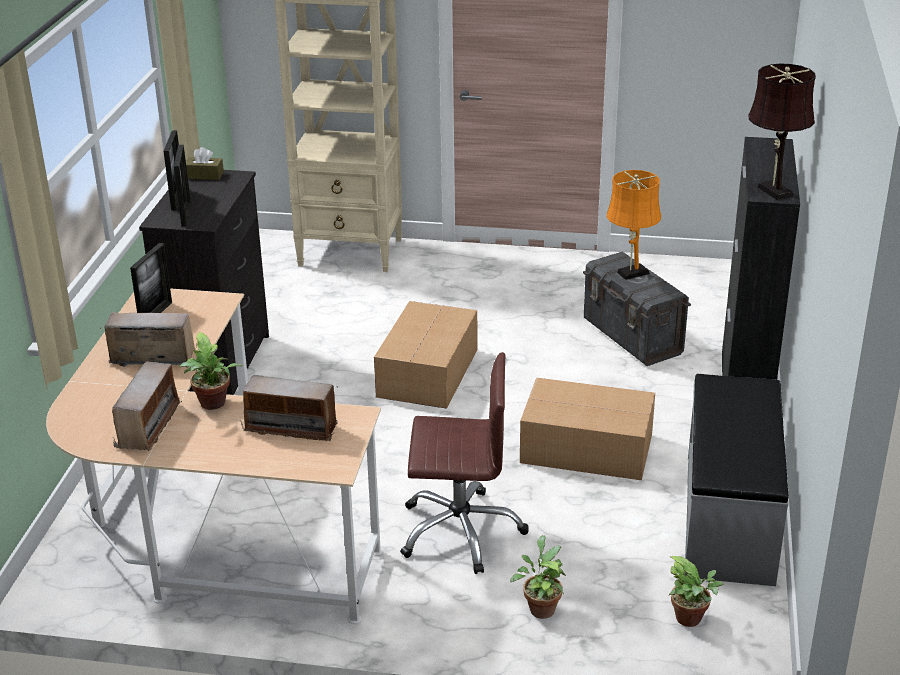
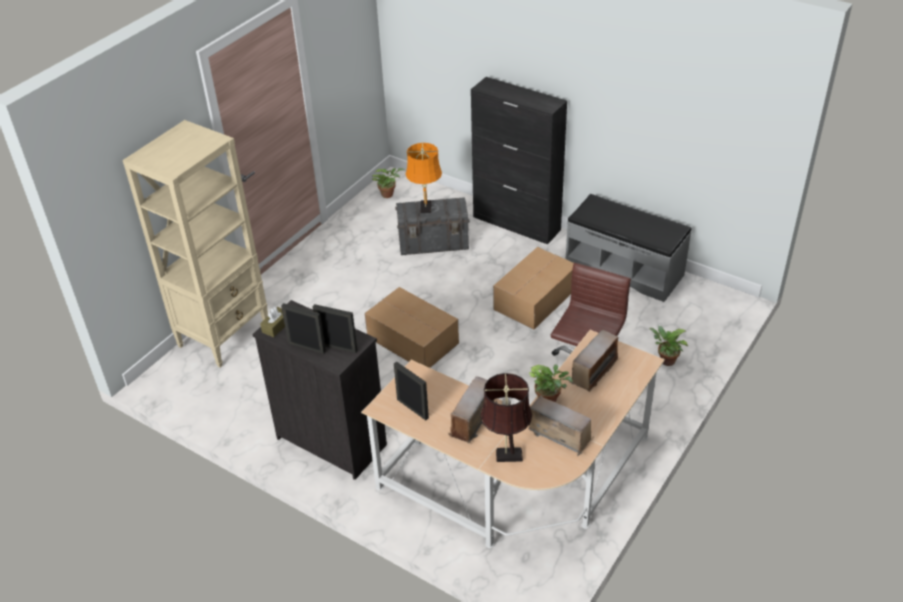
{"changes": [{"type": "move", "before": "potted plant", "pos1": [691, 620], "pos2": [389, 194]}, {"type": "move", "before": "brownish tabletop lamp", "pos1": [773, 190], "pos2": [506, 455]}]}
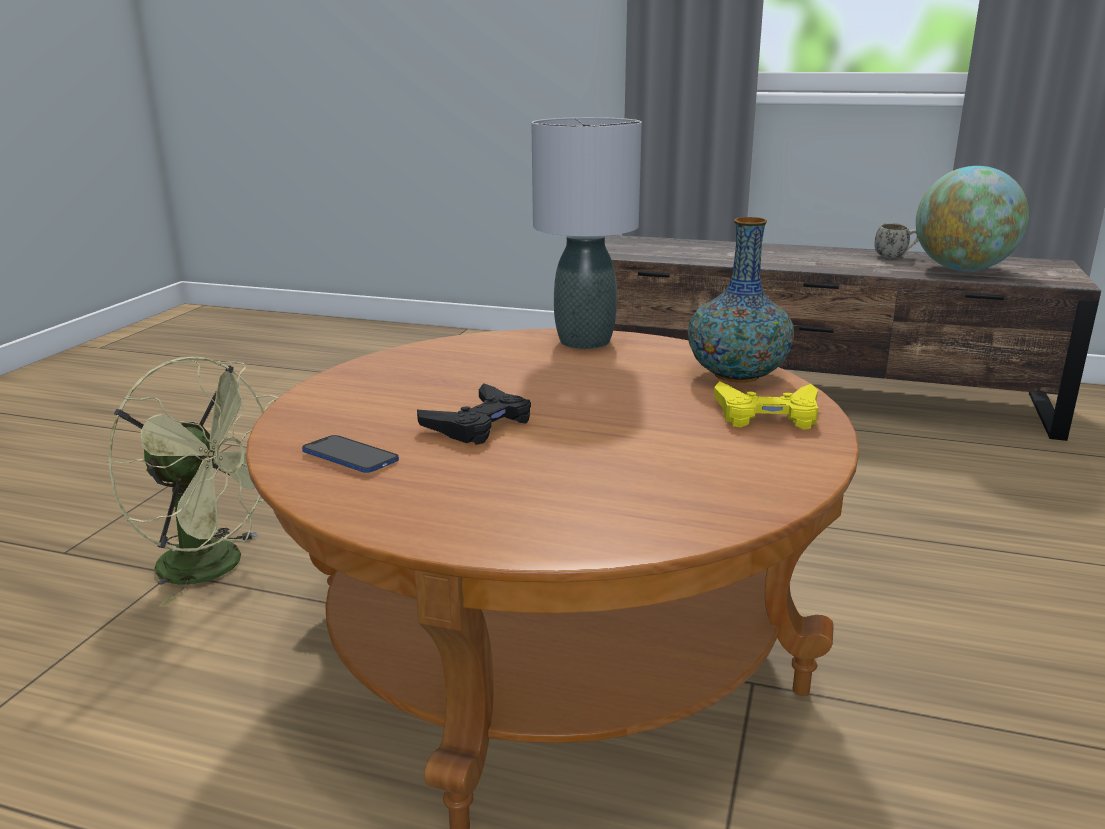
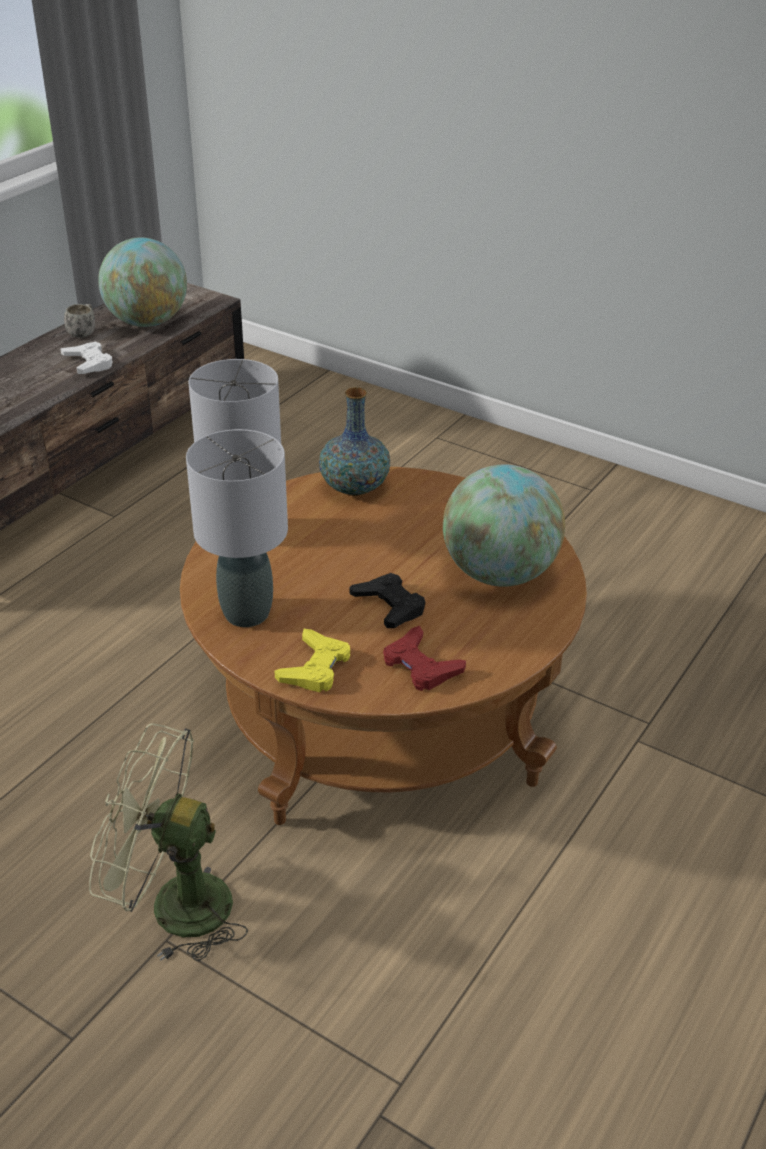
{"changes": [{"type": "insert", "after": "white game controller", "pos2": [88, 363]}, {"type": "insert", "after": "greyish tabletop lamp", "pos2": [246, 614]}, {"type": "insert", "after": "desk globe", "pos2": [499, 574]}, {"type": "move", "before": "yellow game controller", "pos1": [767, 415], "pos2": [315, 668]}, {"type": "replace", "before": "telephone", "after": "reddish game controller", "pos1": [350, 457], "pos2": [421, 666]}, {"type": "rotate", "before": "green fan", "pos1": [217, 567], "pos2": [173, 905], "turn": -120}]}
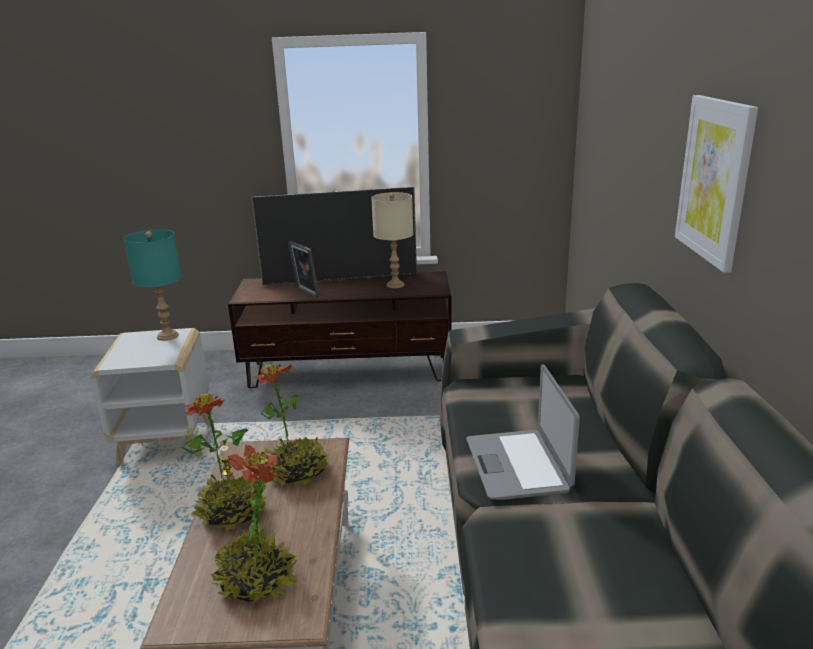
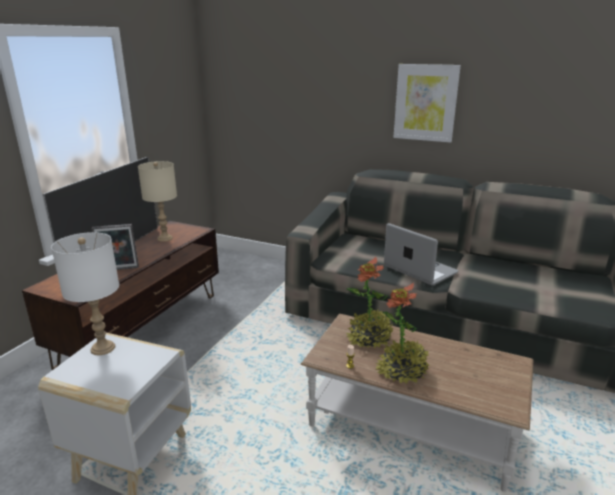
{"changes": [{"type": "delete", "before": "potted plant", "pos1": [256, 581]}, {"type": "recolor", "before": "turquoise-coloured tabletop lamp", "after": "white tabletop lamp", "pos1": [167, 336], "pos2": [103, 348]}, {"type": "rotate", "before": "notebook computer", "pos1": [518, 465], "pos2": [420, 270], "turn": -150}]}
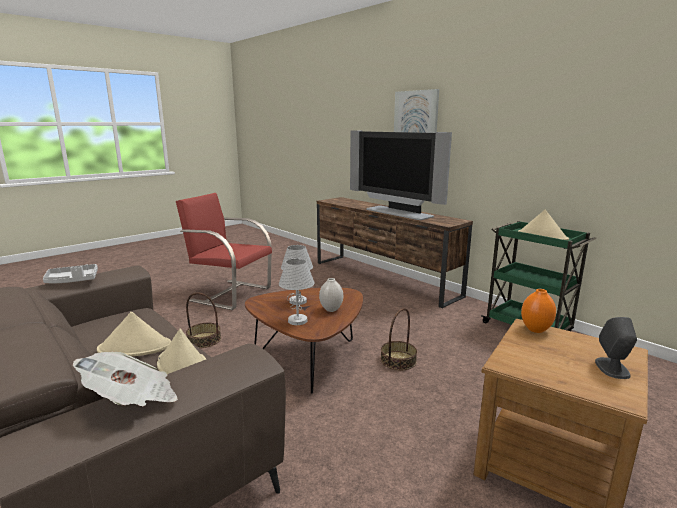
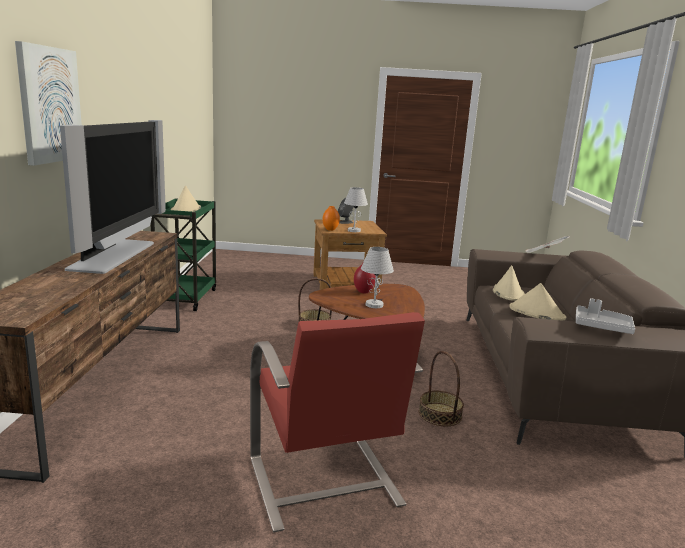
{"changes": [{"type": "move", "before": "white tabletop lamp", "pos1": [297, 320], "pos2": [354, 230]}, {"type": "recolor", "before": "white vase", "after": "reddish vase", "pos1": [331, 309], "pos2": [364, 292]}]}
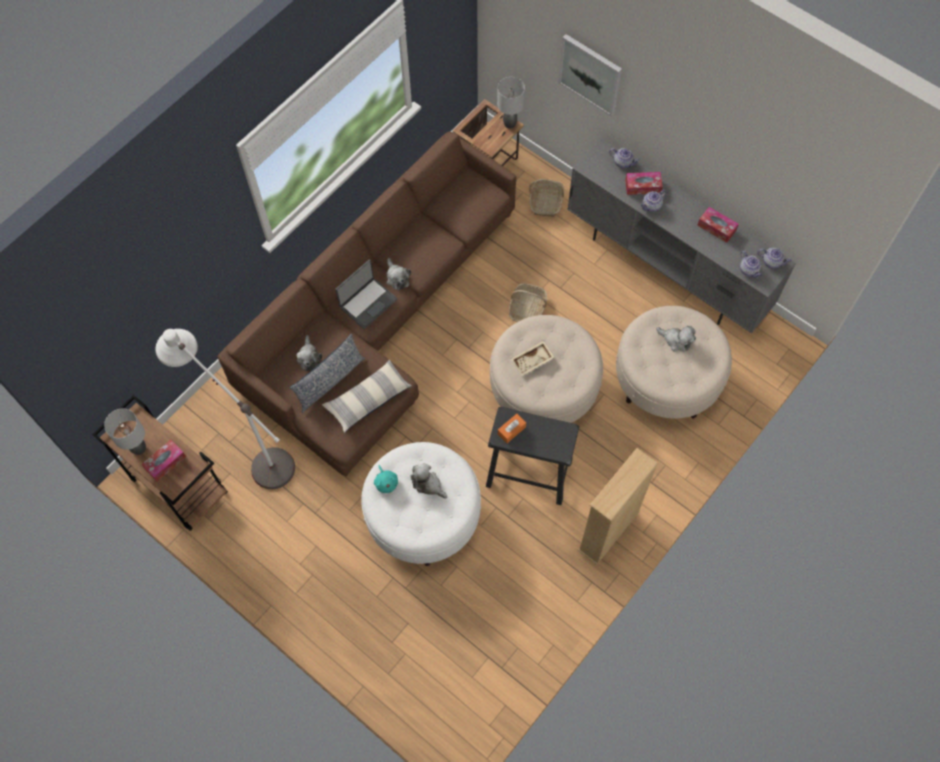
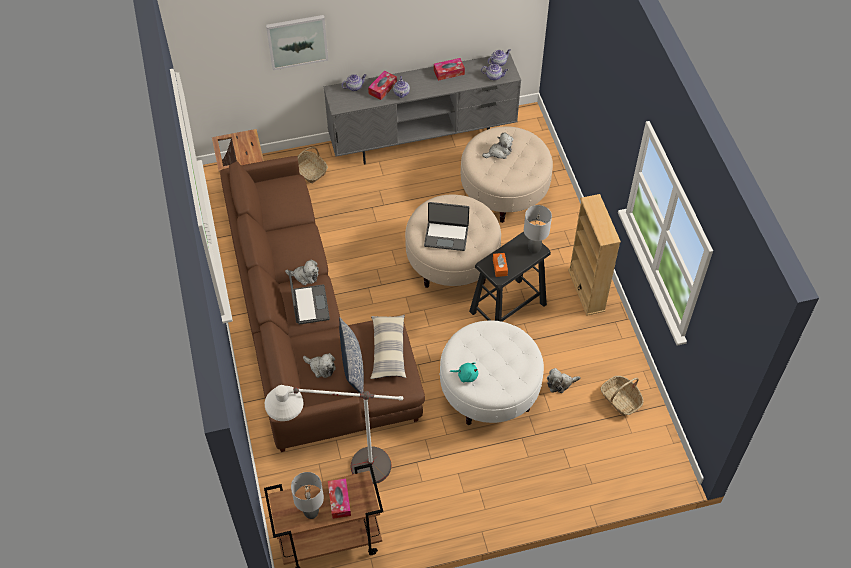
{"changes": [{"type": "move", "before": "plush toy", "pos1": [428, 484], "pos2": [560, 383]}, {"type": "move", "before": "greyish tabletop lamp", "pos1": [509, 123], "pos2": [533, 249]}, {"type": "move", "before": "household basket", "pos1": [527, 309], "pos2": [620, 399]}, {"type": "replace", "before": "sand-coloured tray", "after": "notebook computer", "pos1": [532, 361], "pos2": [446, 236]}]}
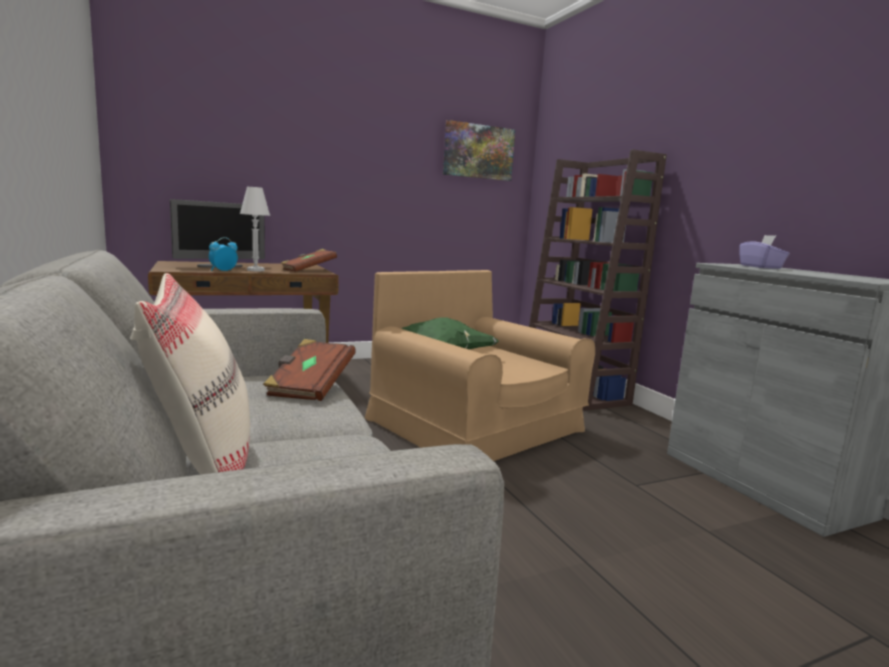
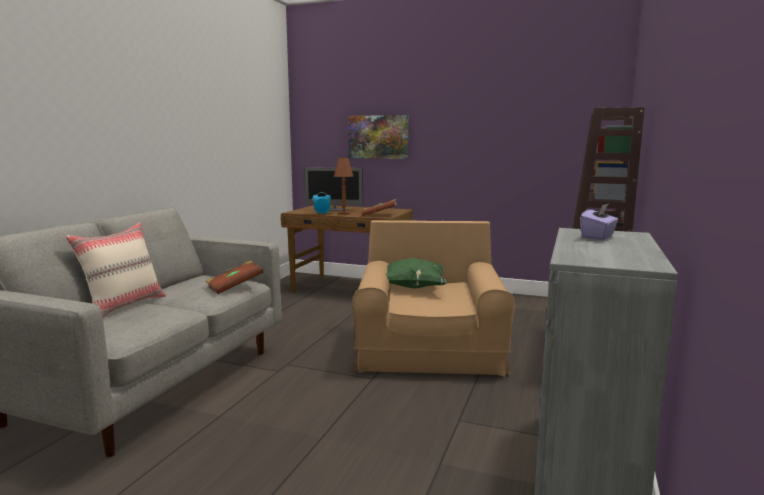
{"changes": [{"type": "move", "before": "picture", "pos1": [478, 151], "pos2": [378, 137]}, {"type": "recolor", "before": "white tabletop lamp", "after": "brownish tabletop lamp", "pos1": [255, 270], "pos2": [344, 214]}]}
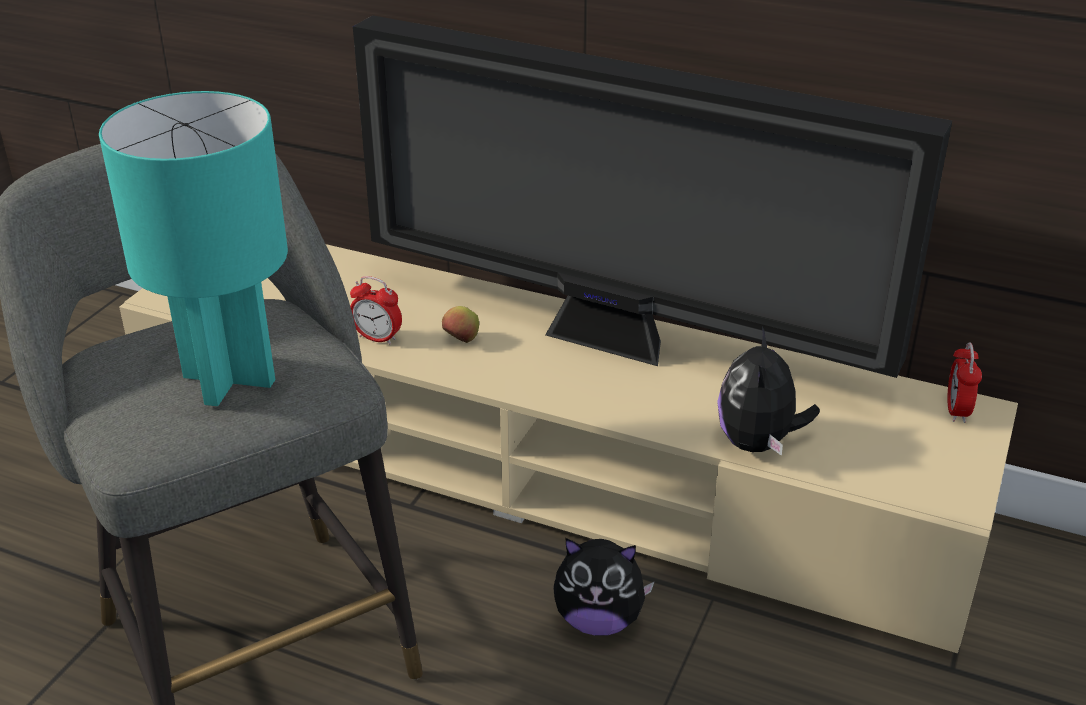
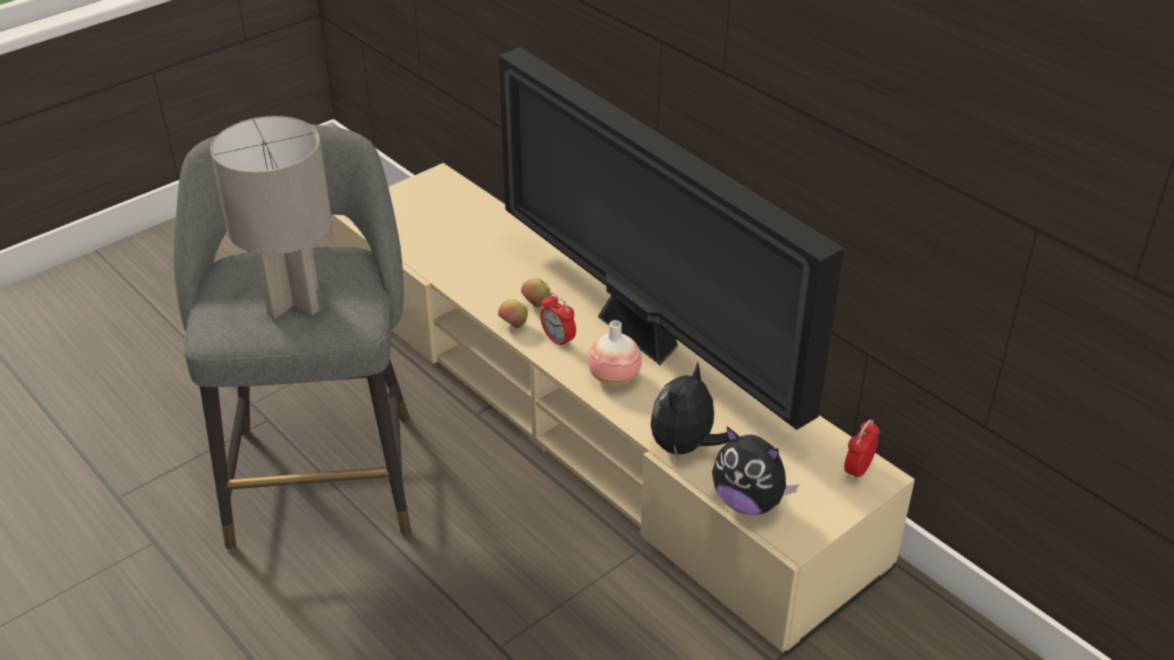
{"changes": [{"type": "insert", "after": "apple fruit", "pos2": [513, 325]}, {"type": "insert", "after": "vase", "pos2": [614, 377]}, {"type": "move", "before": "table clock", "pos1": [377, 338], "pos2": [558, 340]}, {"type": "move", "before": "plush toy", "pos1": [598, 620], "pos2": [748, 502]}, {"type": "recolor", "before": "turquoise-coloured tabletop lamp", "after": "greyish tabletop lamp", "pos1": [227, 379], "pos2": [292, 302]}]}
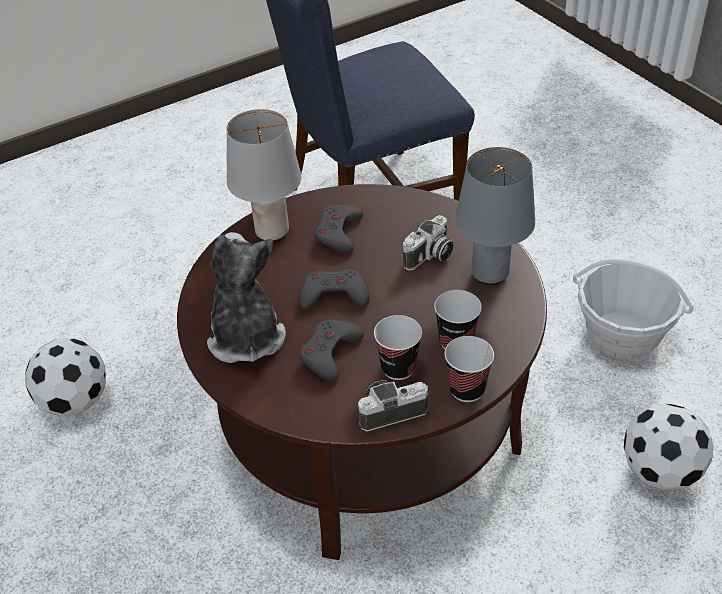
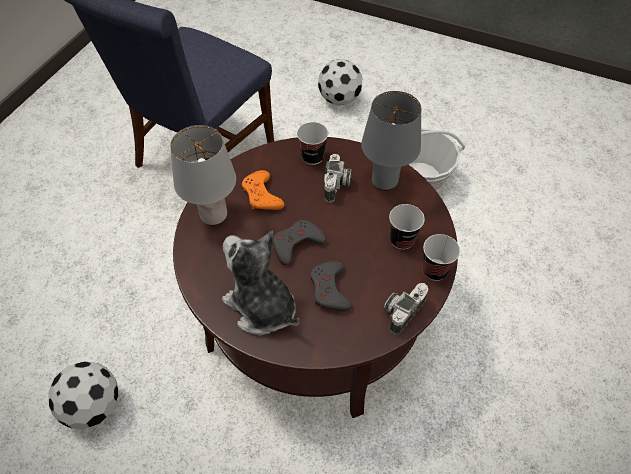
{"changes": [{"type": "move", "before": "small cup", "pos1": [398, 368], "pos2": [312, 157]}, {"type": "move", "before": "football ball", "pos1": [660, 470], "pos2": [339, 99]}, {"type": "recolor", "before": "greyish game controller", "after": "orange game controller", "pos1": [338, 233], "pos2": [262, 195]}]}
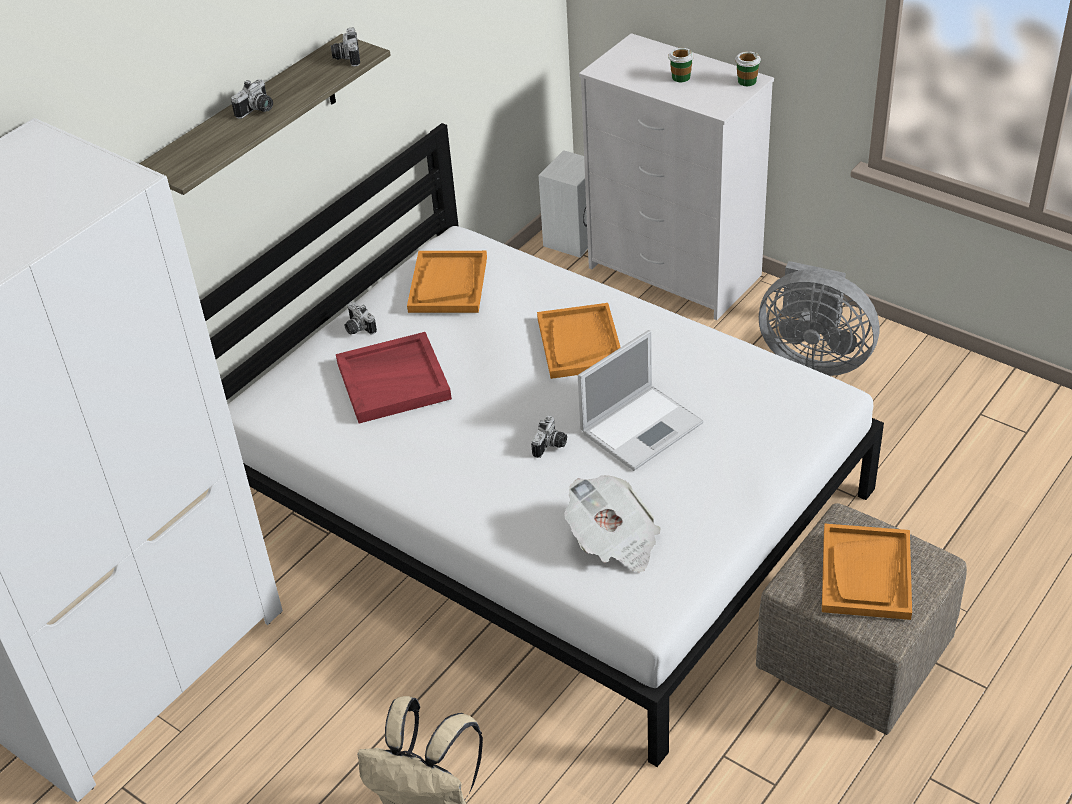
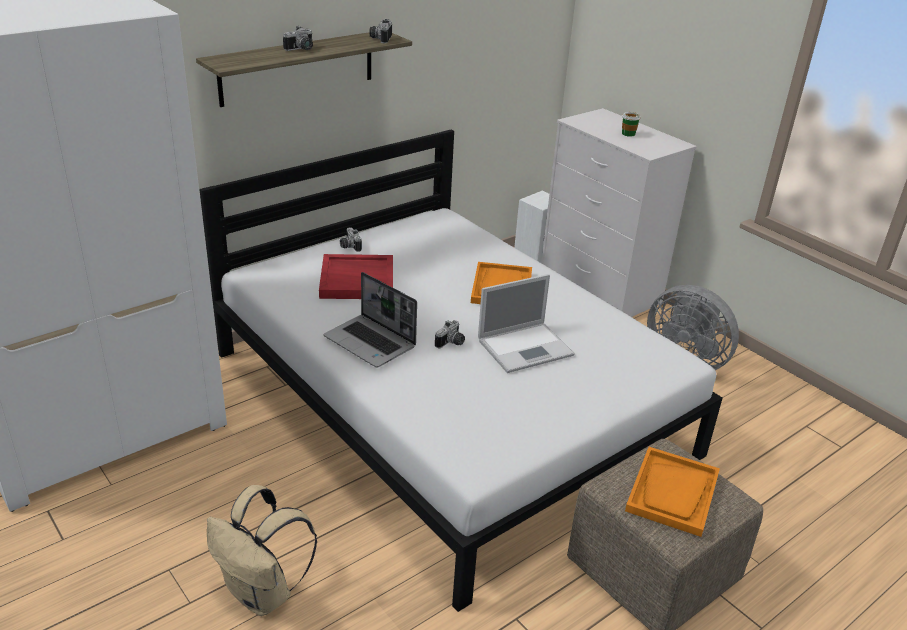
{"changes": [{"type": "delete", "before": "orange tray", "pos1": [448, 284]}, {"type": "delete", "before": "newspaper", "pos1": [614, 541]}, {"type": "delete", "before": "small cup", "pos1": [746, 81]}, {"type": "insert", "after": "notebook computer", "pos2": [371, 342]}]}
